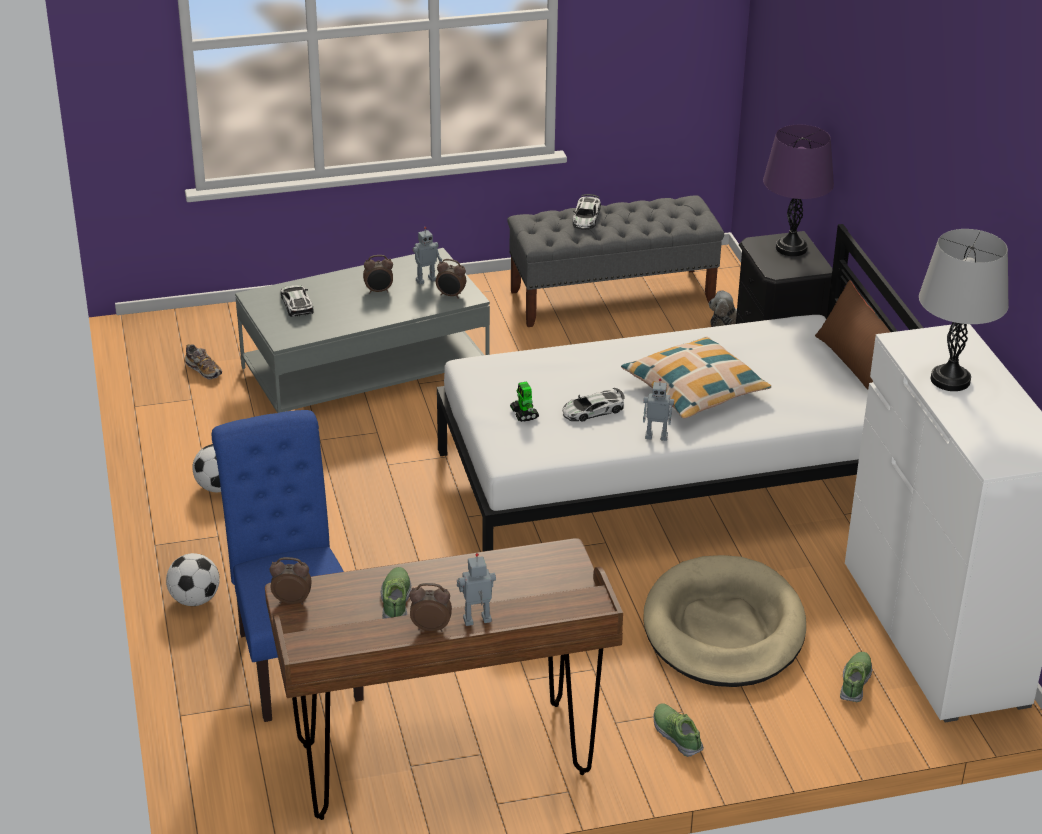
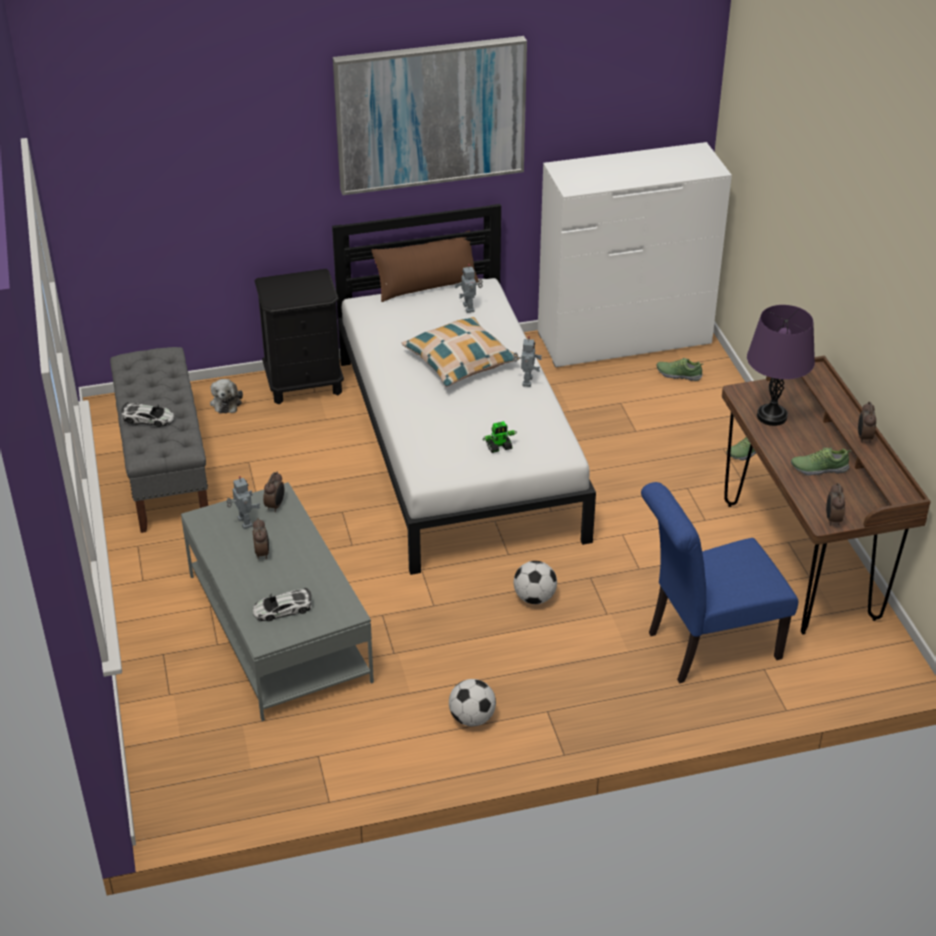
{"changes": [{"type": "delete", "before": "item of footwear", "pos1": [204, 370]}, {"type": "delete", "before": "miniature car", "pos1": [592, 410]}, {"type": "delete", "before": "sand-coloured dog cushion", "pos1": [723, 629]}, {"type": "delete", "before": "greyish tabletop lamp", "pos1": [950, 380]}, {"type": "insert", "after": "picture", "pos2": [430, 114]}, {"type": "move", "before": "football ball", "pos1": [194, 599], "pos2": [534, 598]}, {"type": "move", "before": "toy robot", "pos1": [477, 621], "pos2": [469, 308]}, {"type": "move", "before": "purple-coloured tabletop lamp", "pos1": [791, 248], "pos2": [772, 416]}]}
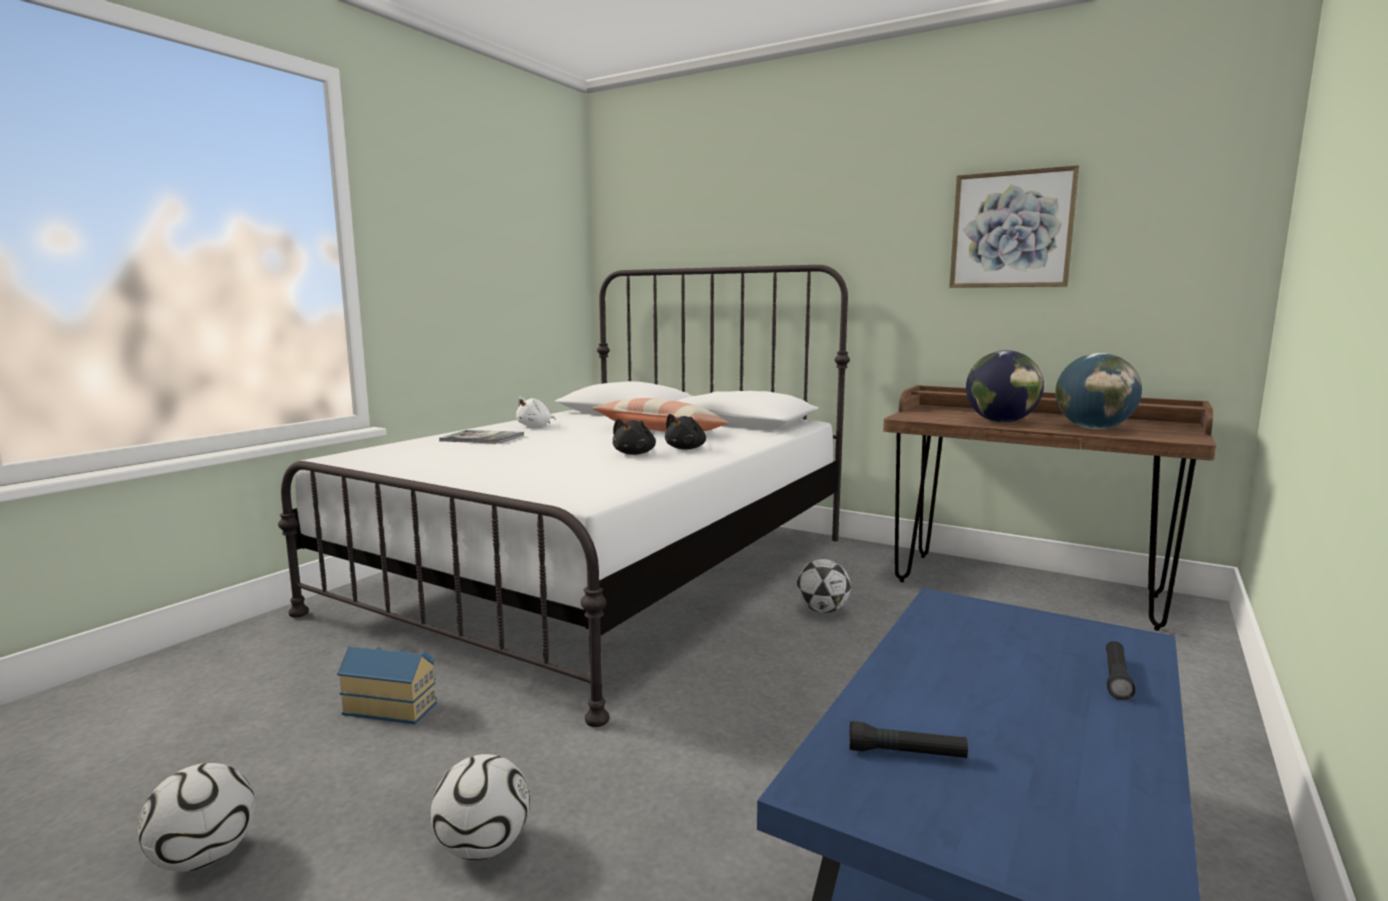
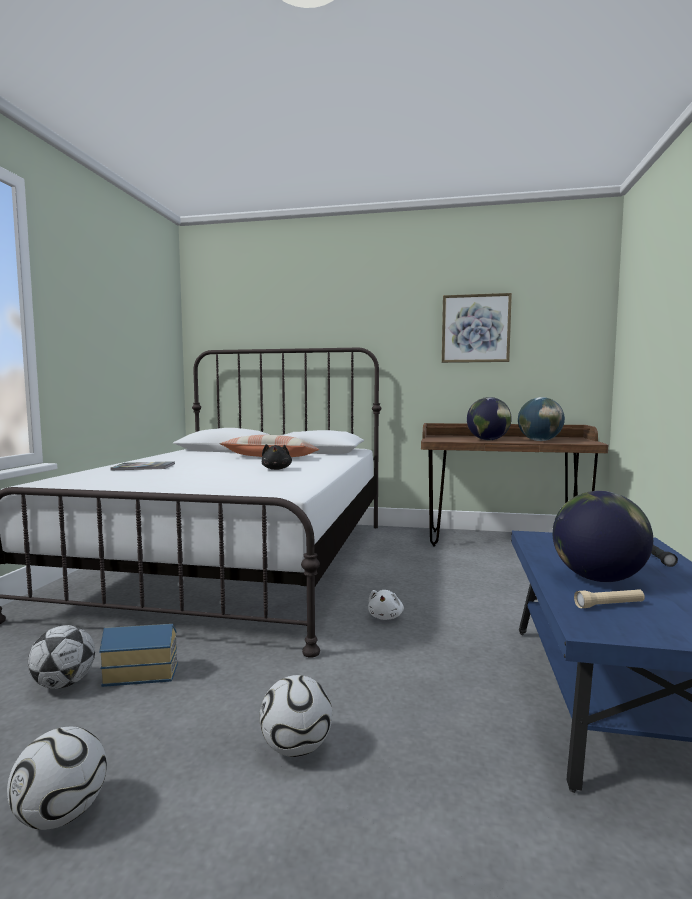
{"changes": [{"type": "delete", "before": "blackish plush toy", "pos1": [686, 448]}, {"type": "insert", "after": "desk globe", "pos2": [598, 578]}, {"type": "move", "before": "white plush toy", "pos1": [536, 426], "pos2": [386, 617]}, {"type": "move", "before": "football ball", "pos1": [822, 610], "pos2": [64, 684]}, {"type": "recolor", "before": "blackish flashlight", "after": "sand-coloured flashlight", "pos1": [906, 753], "pos2": [609, 605]}]}
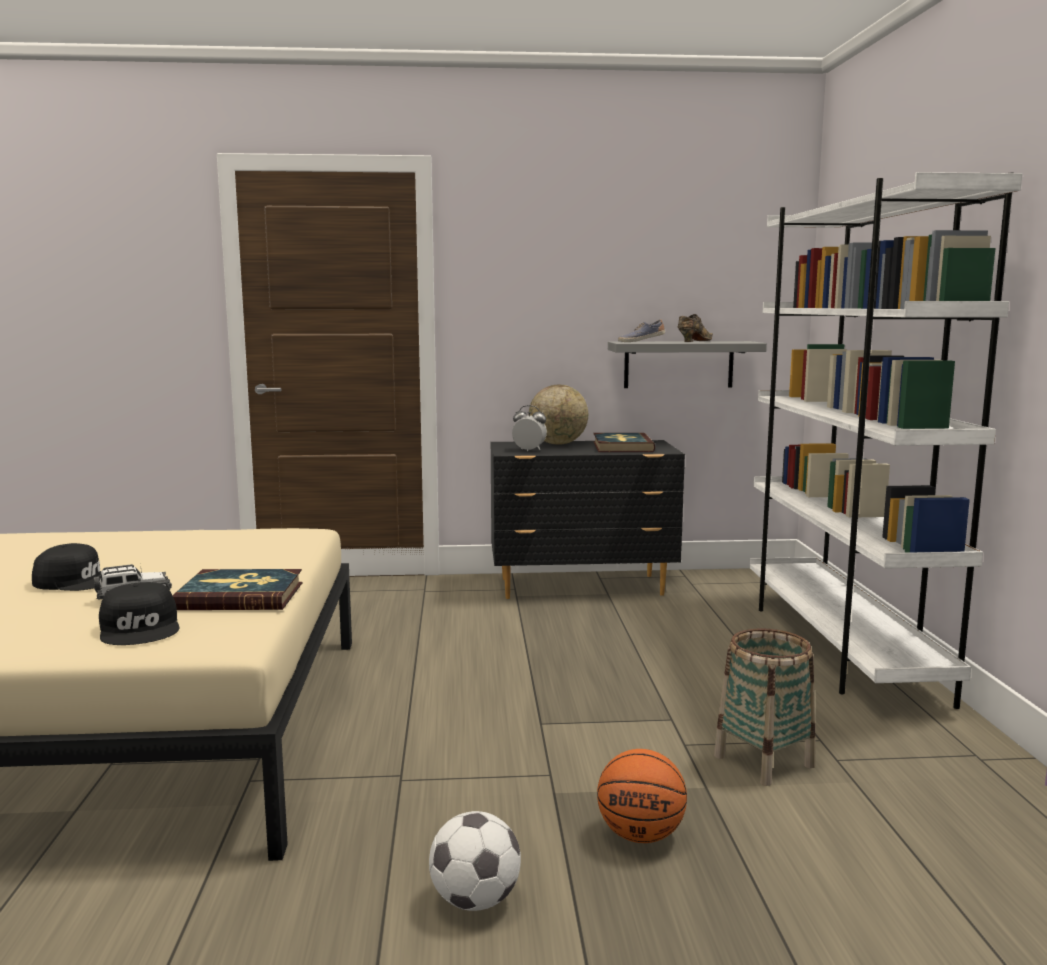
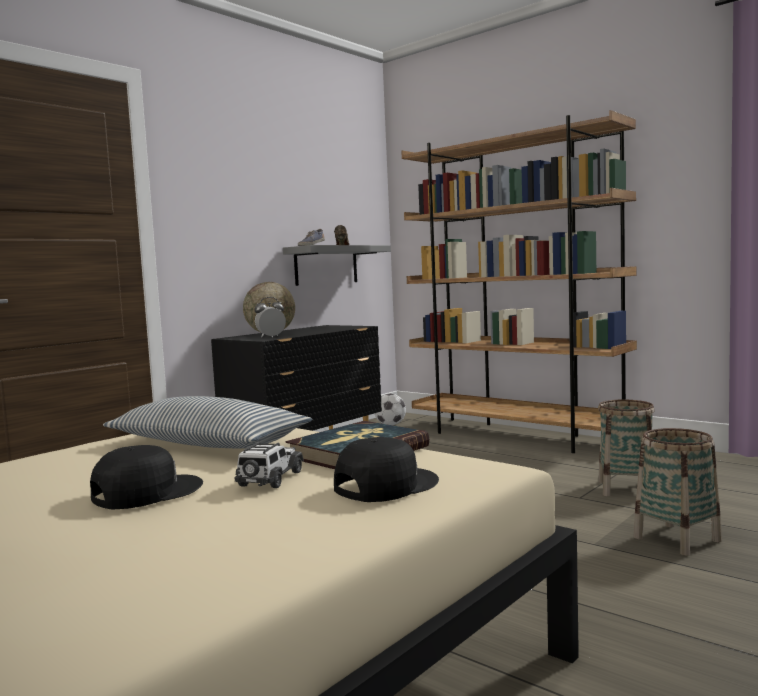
{"changes": [{"type": "delete", "before": "book", "pos1": [622, 447]}, {"type": "insert", "after": "pillow", "pos2": [208, 444]}, {"type": "move", "before": "football ball", "pos1": [475, 900], "pos2": [390, 425]}, {"type": "replace", "before": "basketball", "after": "household basket", "pos1": [640, 835], "pos2": [677, 539]}, {"type": "recolor", "before": "white shelving unit", "after": "brownish shelving unit", "pos1": [839, 646], "pos2": [517, 436]}, {"type": "rotate", "before": "blackish peaked cap", "pos1": [141, 628], "pos2": [385, 485], "turn": -60}]}
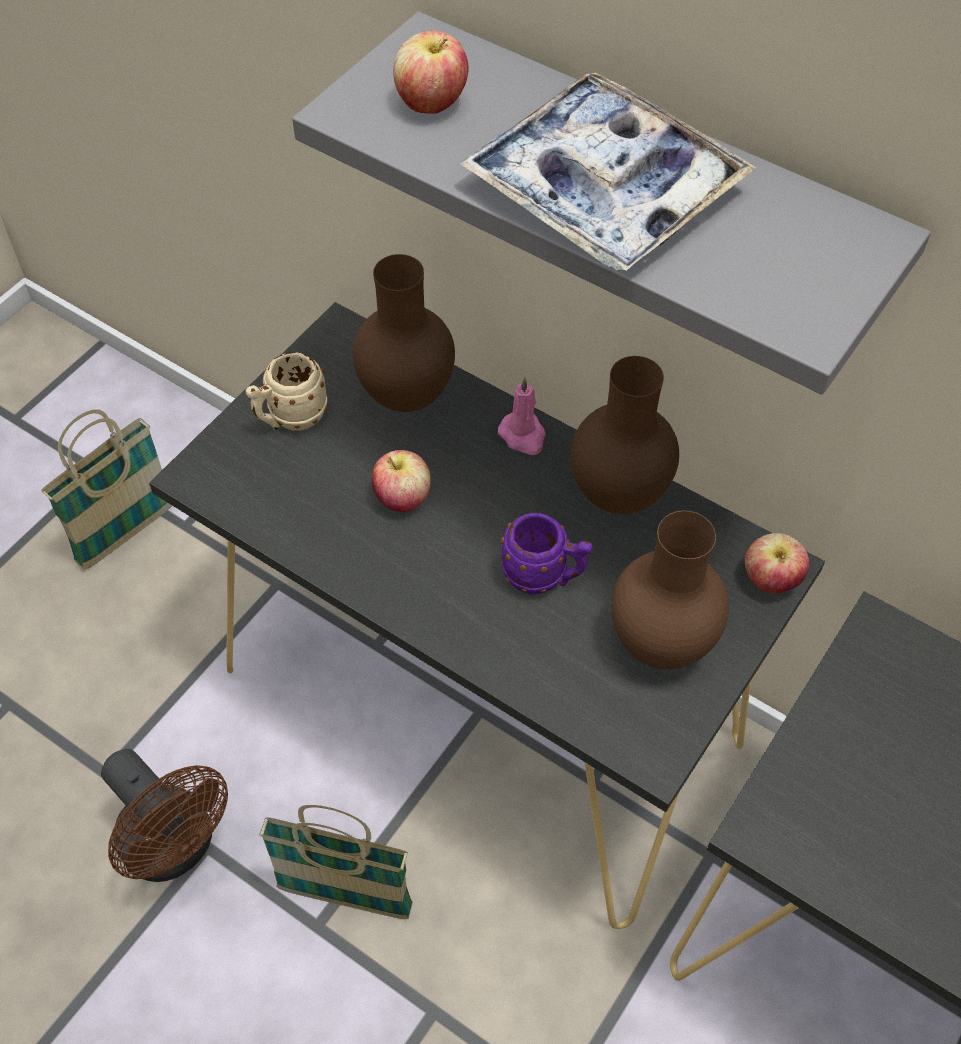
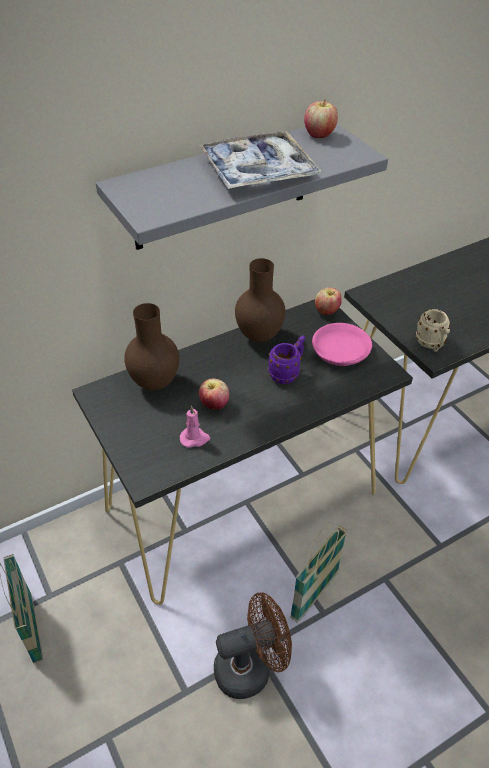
{"changes": [{"type": "move", "before": "sand-coloured coffee mug", "pos1": [290, 418], "pos2": [431, 345]}, {"type": "move", "before": "apple fruit", "pos1": [431, 103], "pos2": [319, 135]}, {"type": "move", "before": "pink-coloured candle", "pos1": [523, 436], "pos2": [195, 438]}, {"type": "replace", "before": "brownish vase", "after": "pink-coloured serving bowl", "pos1": [658, 644], "pos2": [339, 352]}]}
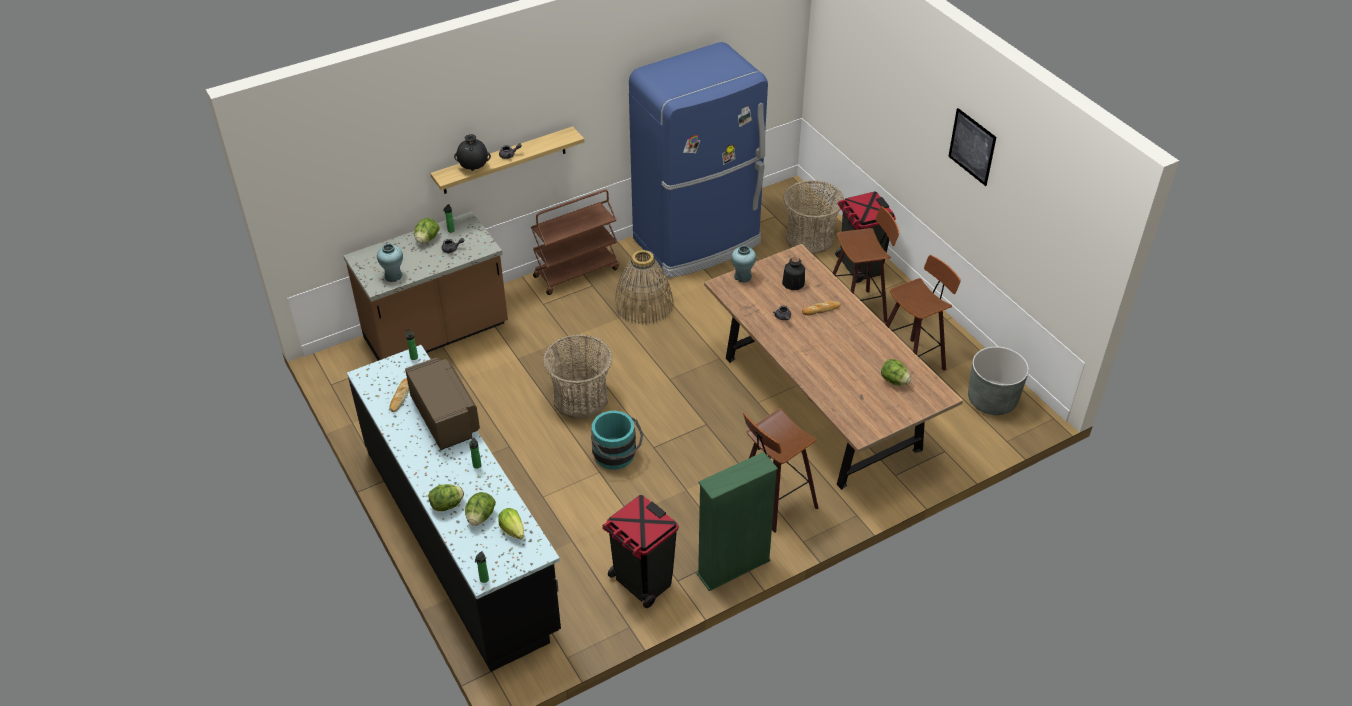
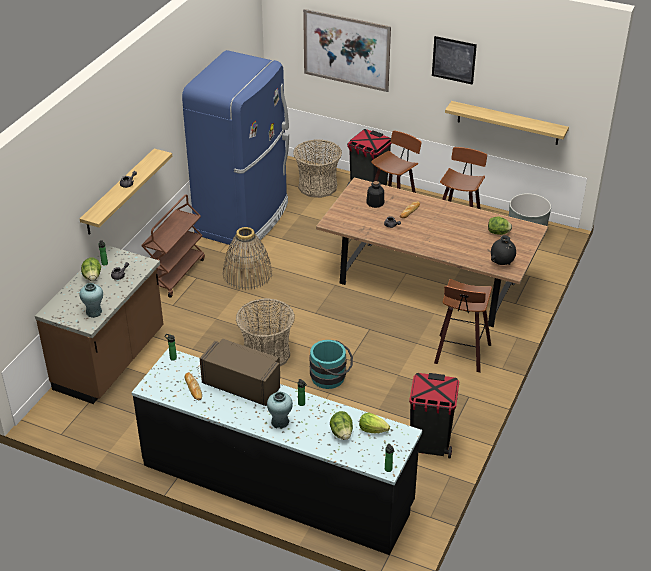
{"changes": [{"type": "delete", "before": "lettuce head", "pos1": [447, 505]}, {"type": "delete", "before": "green shelving unit", "pos1": [733, 567]}, {"type": "insert", "after": "picture", "pos2": [346, 50]}, {"type": "insert", "after": "shelf", "pos2": [508, 123]}, {"type": "move", "before": "blackish vase", "pos1": [474, 168], "pos2": [502, 263]}, {"type": "move", "before": "turquoise-coloured vase", "pos1": [743, 277], "pos2": [280, 422]}]}
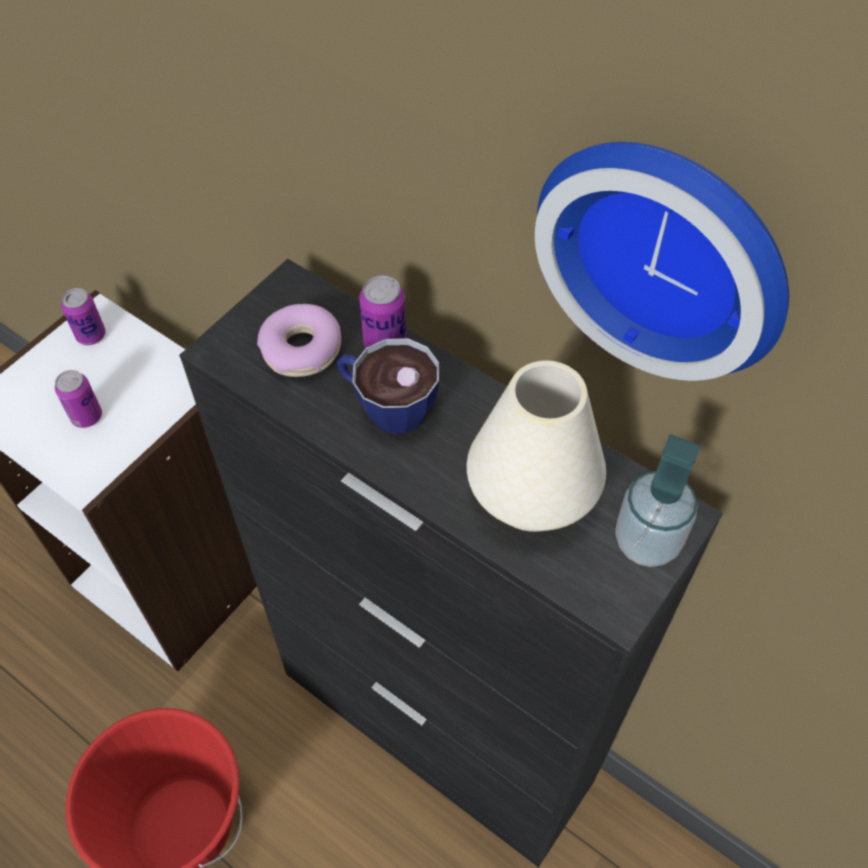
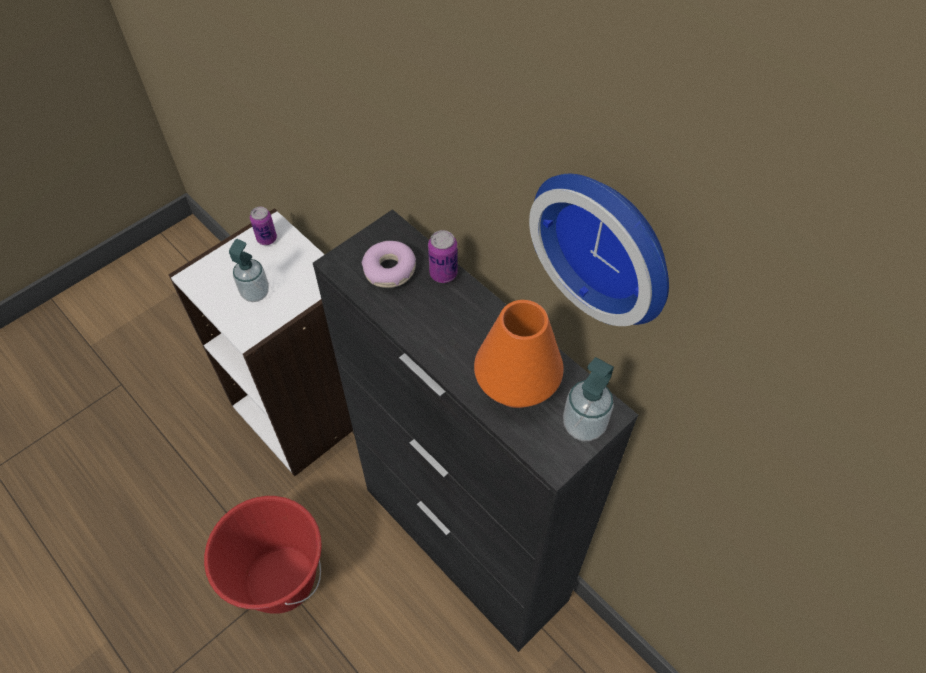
{"changes": [{"type": "delete", "before": "small cup", "pos1": [386, 406]}, {"type": "replace", "before": "metal can", "after": "soap bottle", "pos1": [87, 416], "pos2": [255, 293]}, {"type": "recolor", "before": "white vase", "after": "orange vase", "pos1": [532, 495], "pos2": [517, 384]}]}
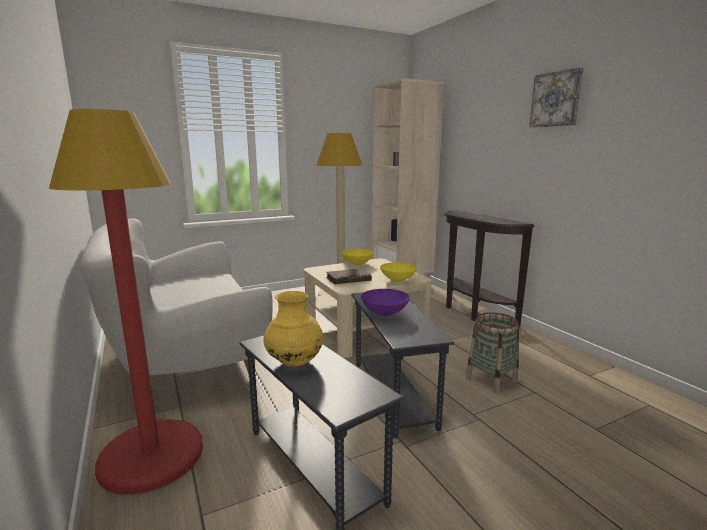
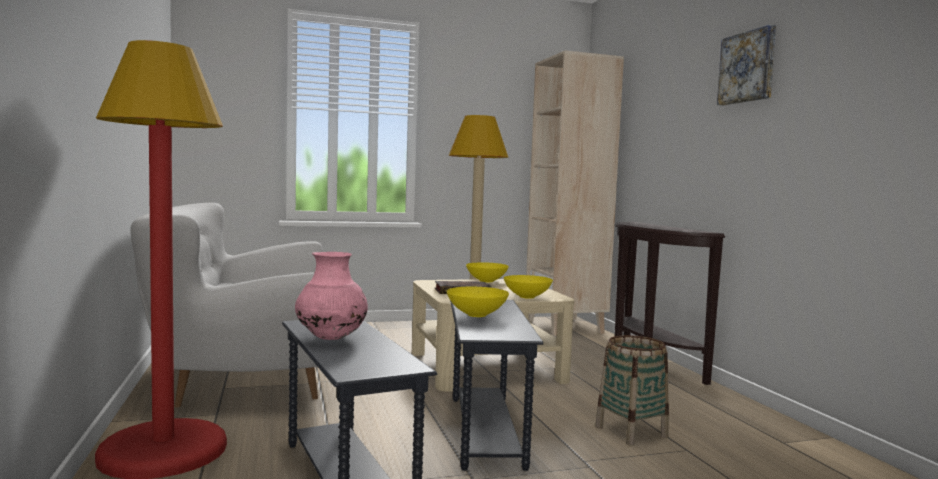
{"changes": [{"type": "recolor", "before": "yellow vase", "after": "pink-coloured vase", "pos1": [295, 363], "pos2": [331, 339]}, {"type": "recolor", "before": "purple-coloured serving bowl", "after": "yellow serving bowl", "pos1": [385, 313], "pos2": [477, 315]}]}
